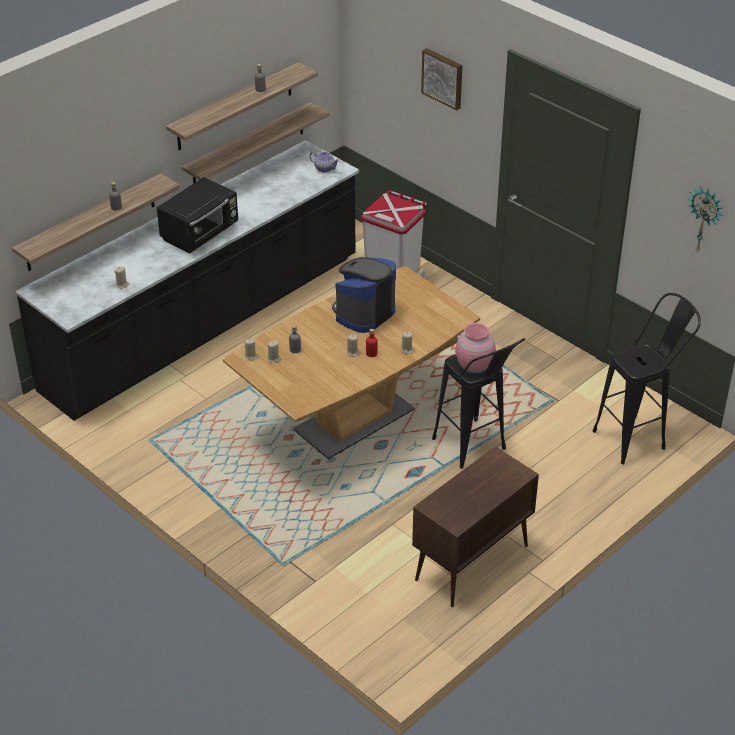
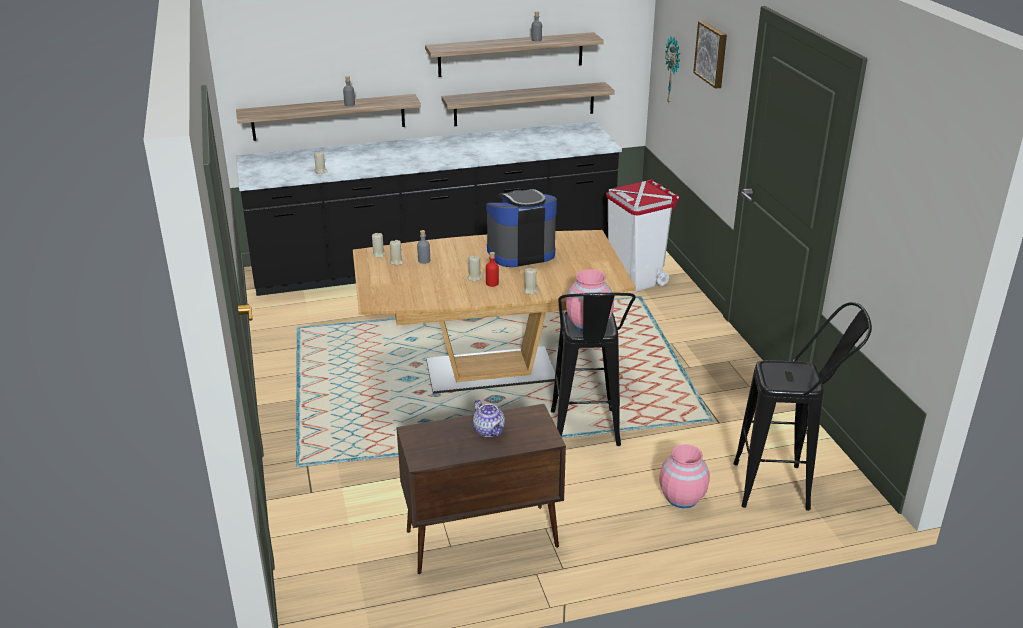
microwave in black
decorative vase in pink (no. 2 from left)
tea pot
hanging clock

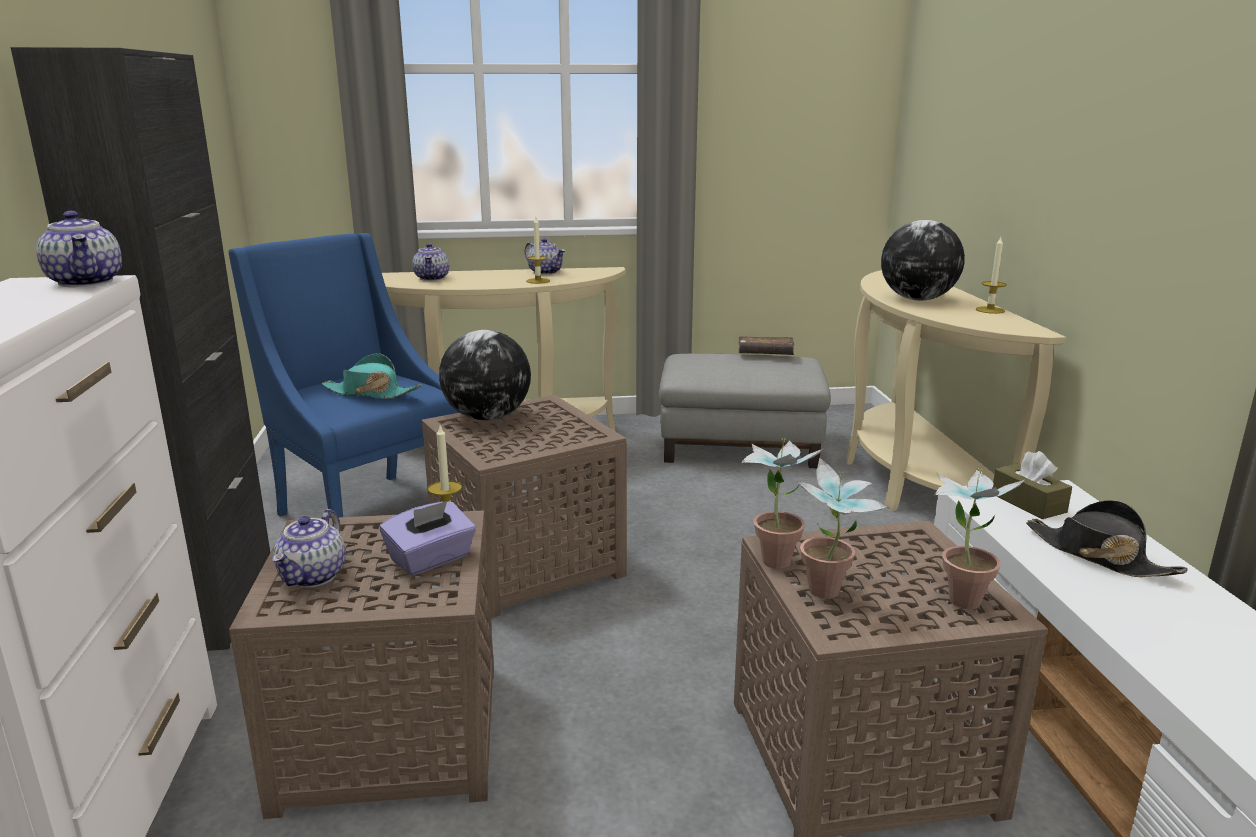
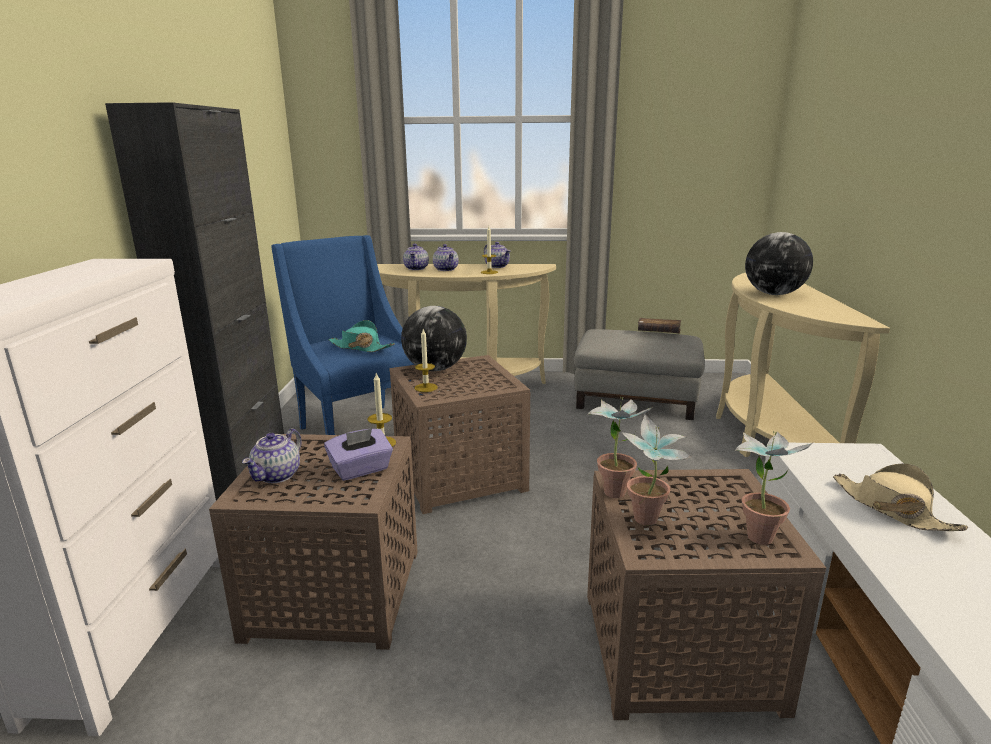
tissue holder in brownish
tea pot (no. 3 from left)
wax light (no. 2 from left)
clothing hat in sand-coloured

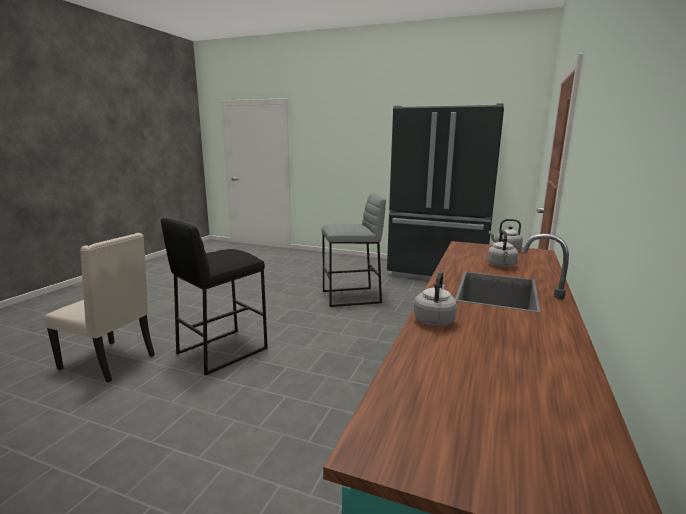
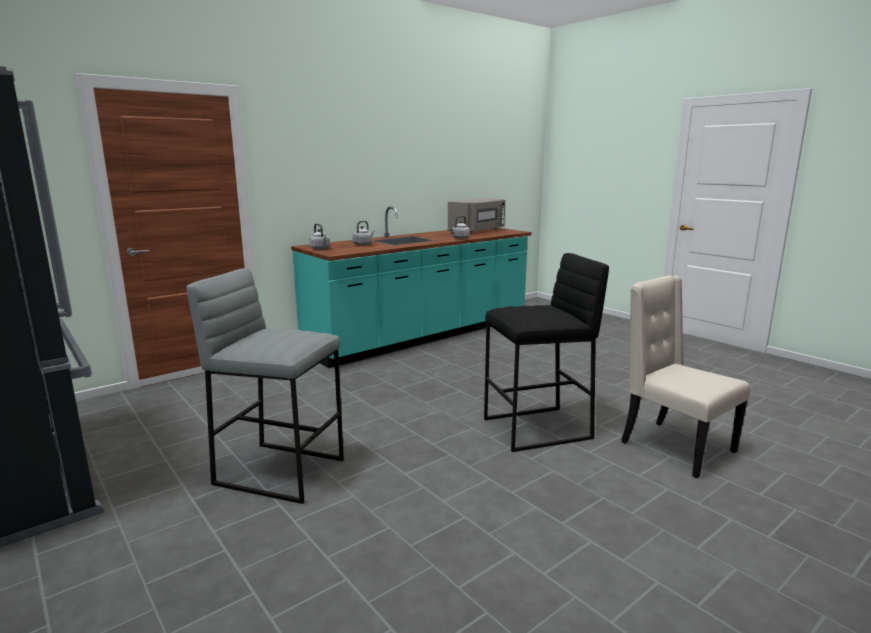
microwave in gray

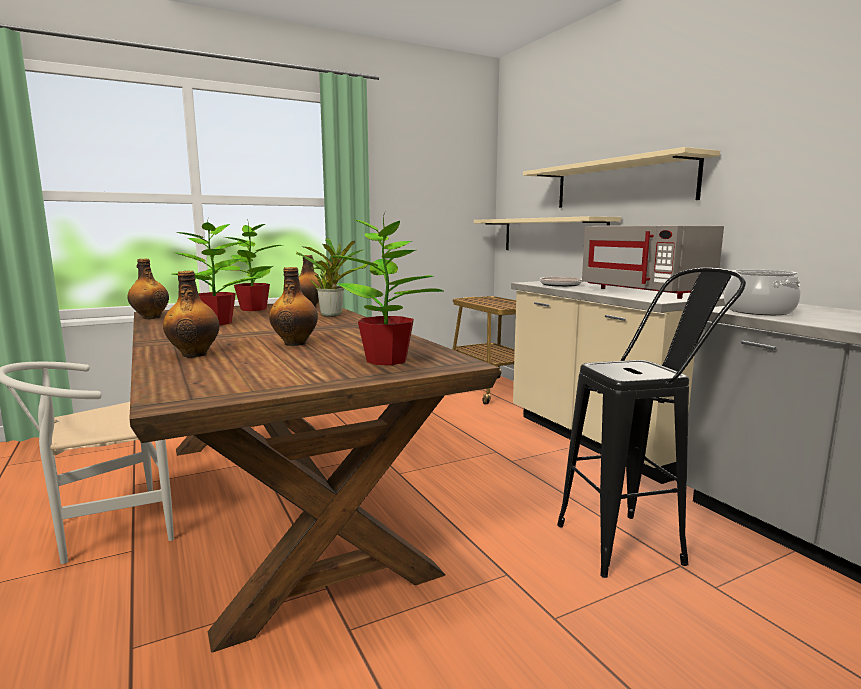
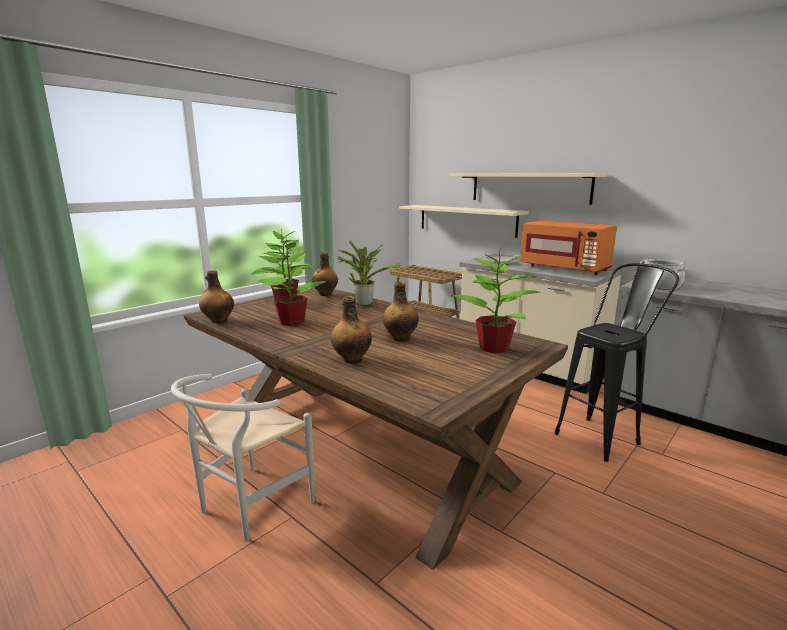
microwave in orange

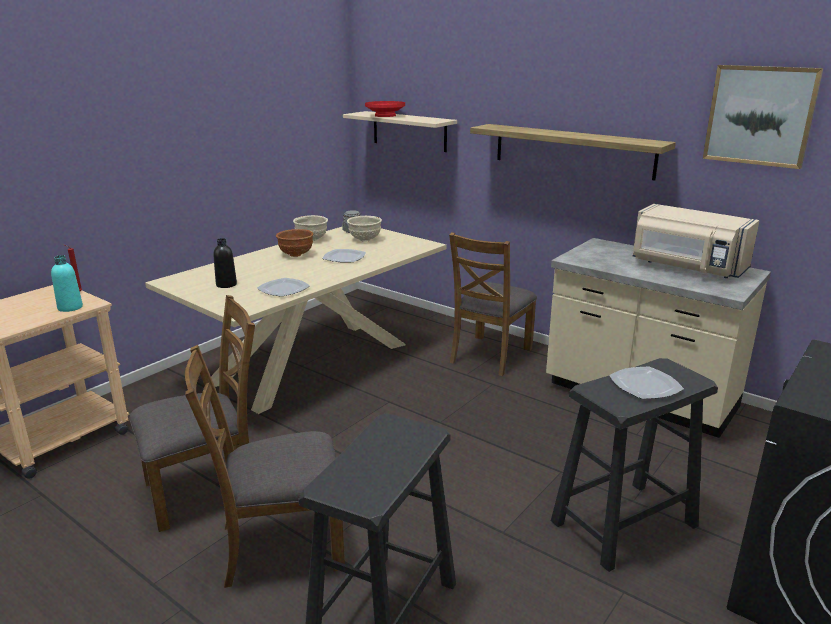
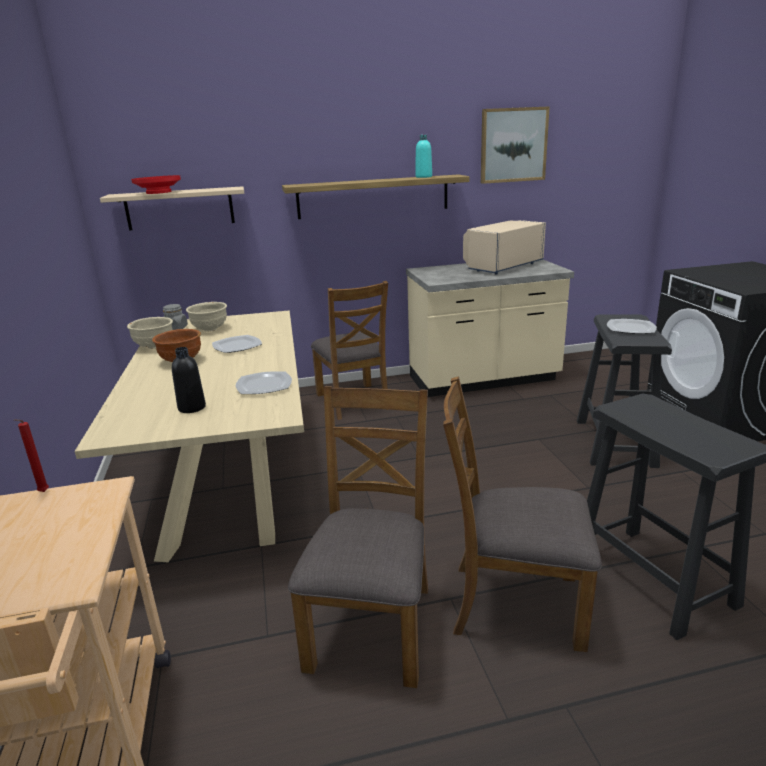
drink bottle in turquoise
chair in brownish (no. 3 from left)
microwave in sand-coloured

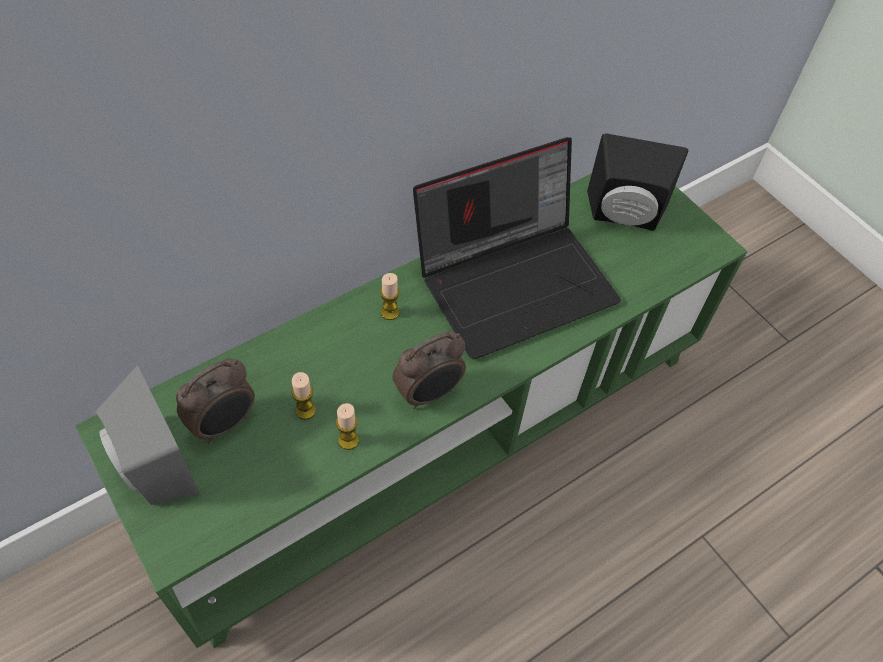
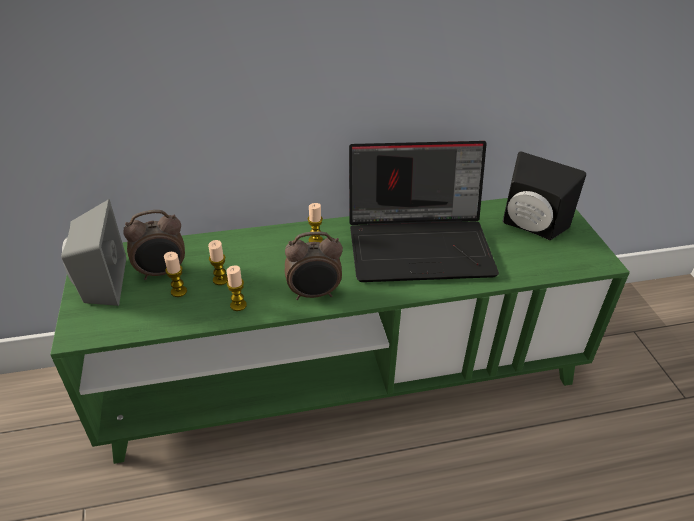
wax light (no. 1 from left)

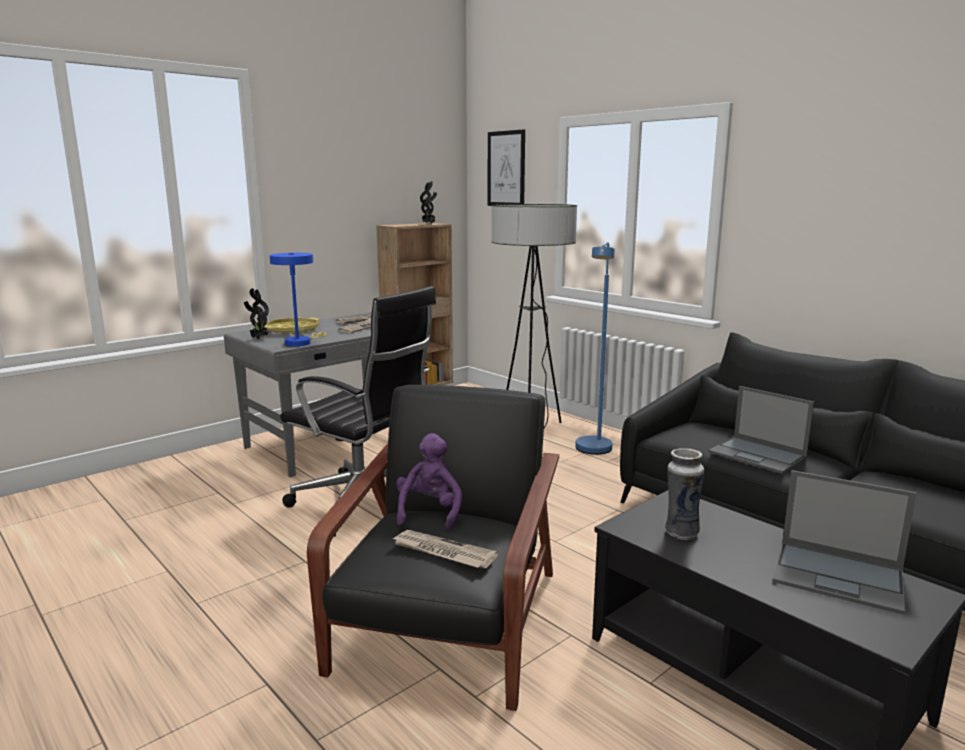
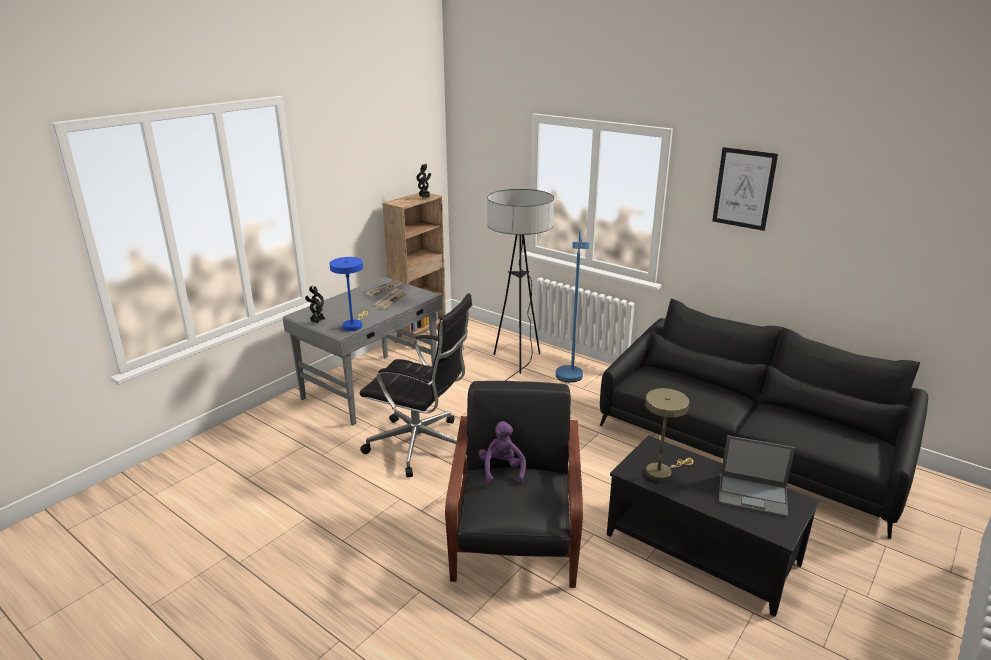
serving tray in yellow-coloured
daily paper (no. 3 from left in the first image)
notebook computer (no. 1 from left in the first image)
picture
lamp for a table in sand-coloured

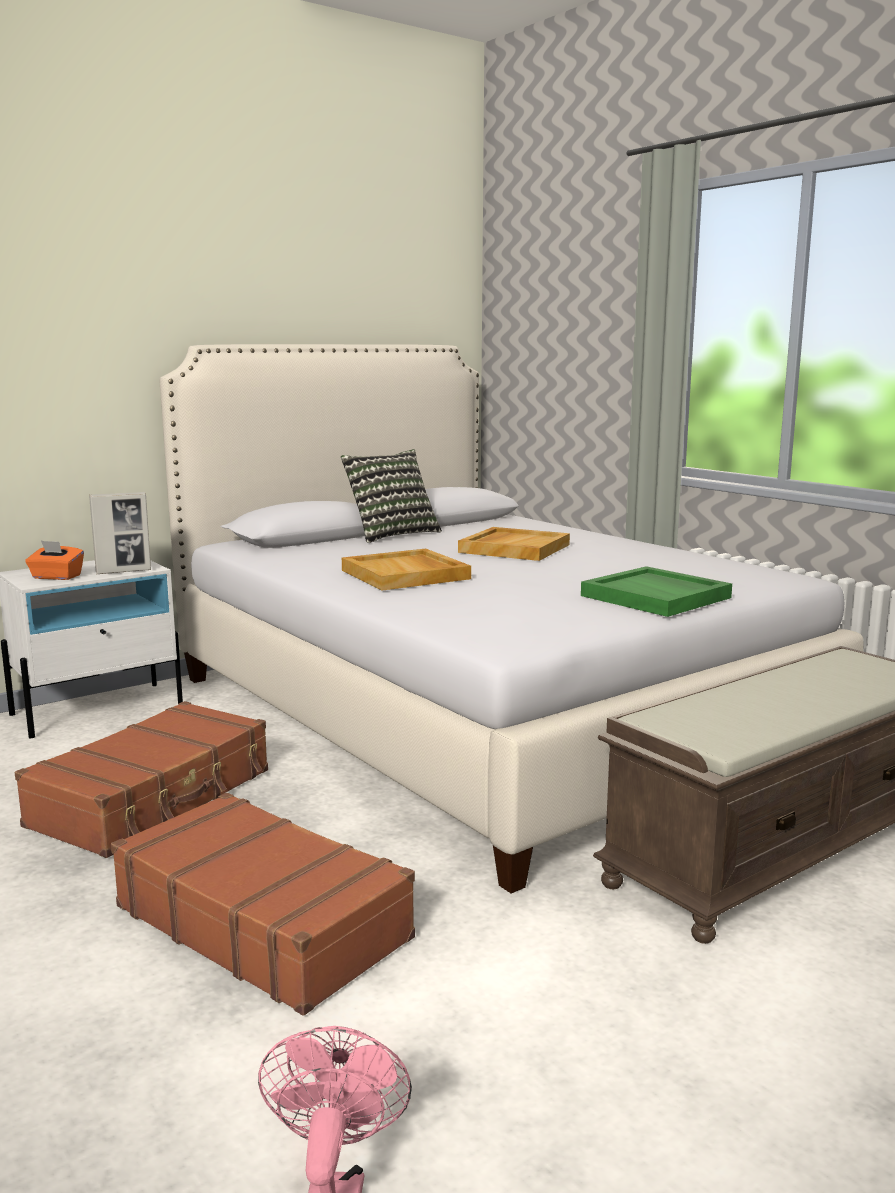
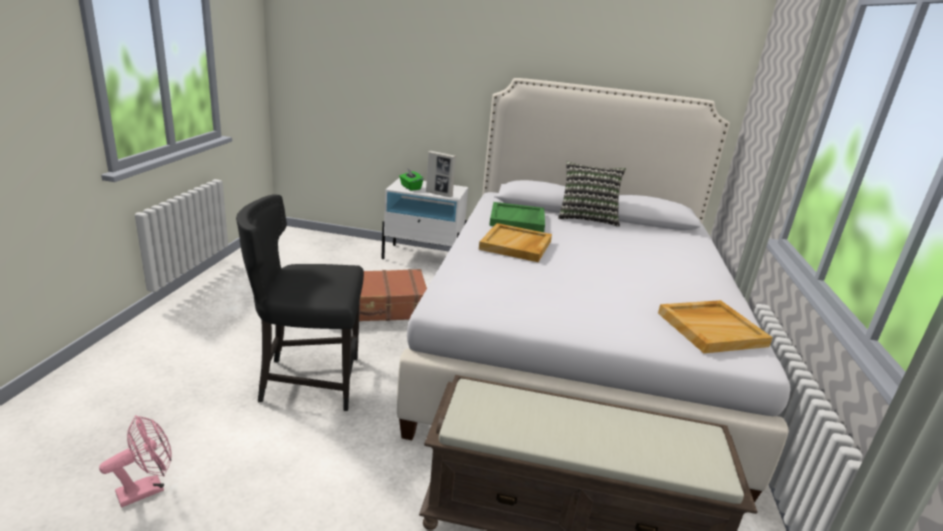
serving tray in sand-coloured (no. 2 from left)
serving tray in green-coloured
chair in black
tissue holder in green-coloured

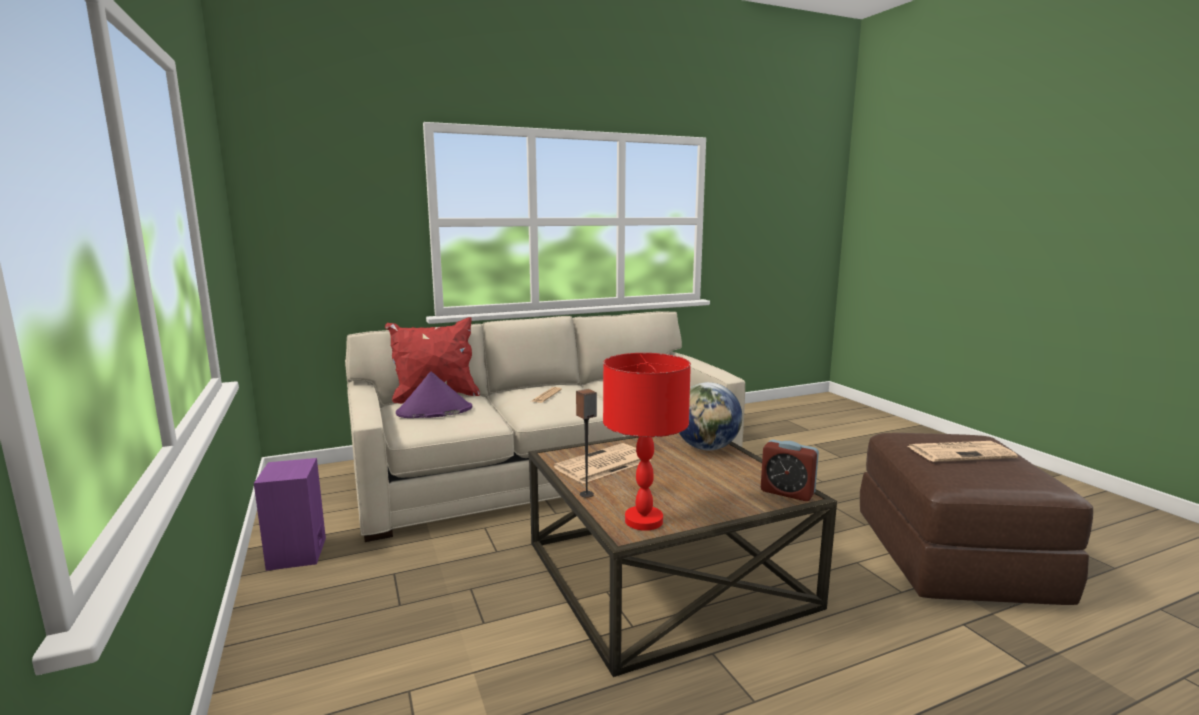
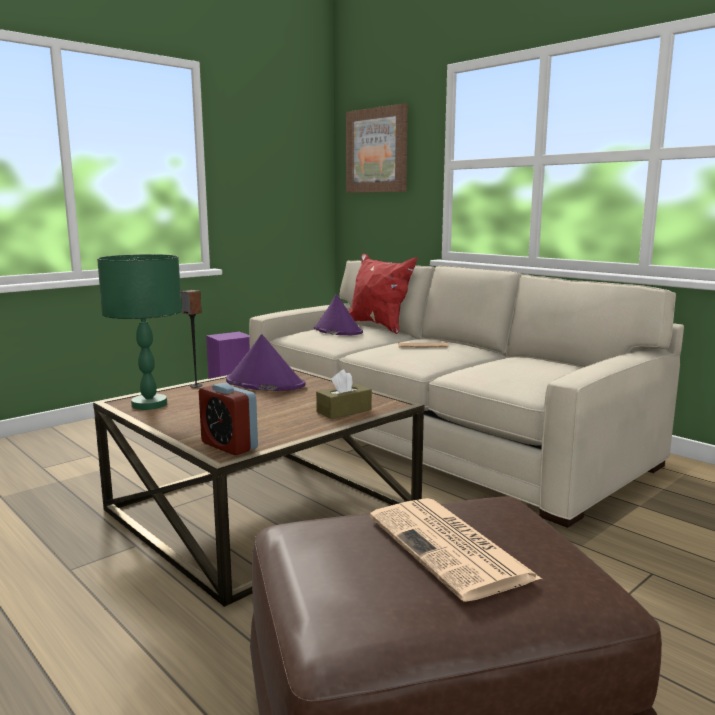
picture
clothing hat in purple-coloured (no. 1 from left)
tissue holder in brownish
lamp for a table in green-coloured
alarm clock

